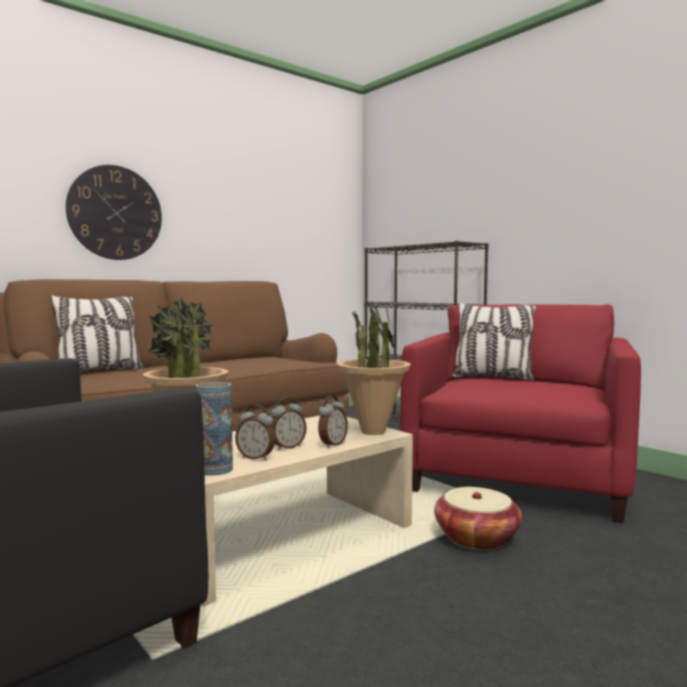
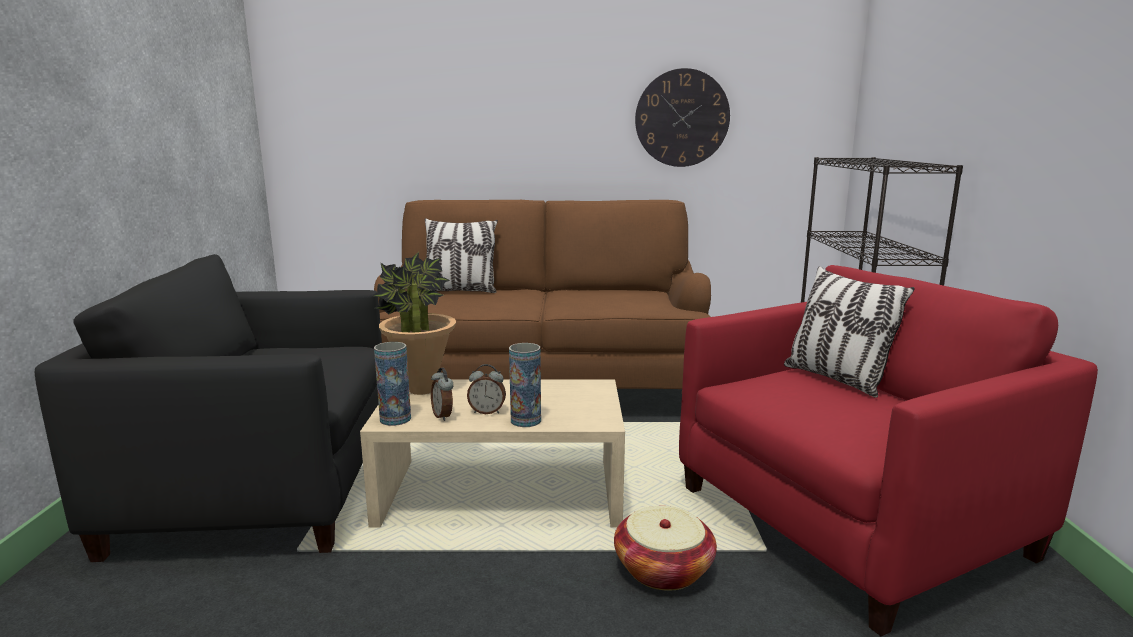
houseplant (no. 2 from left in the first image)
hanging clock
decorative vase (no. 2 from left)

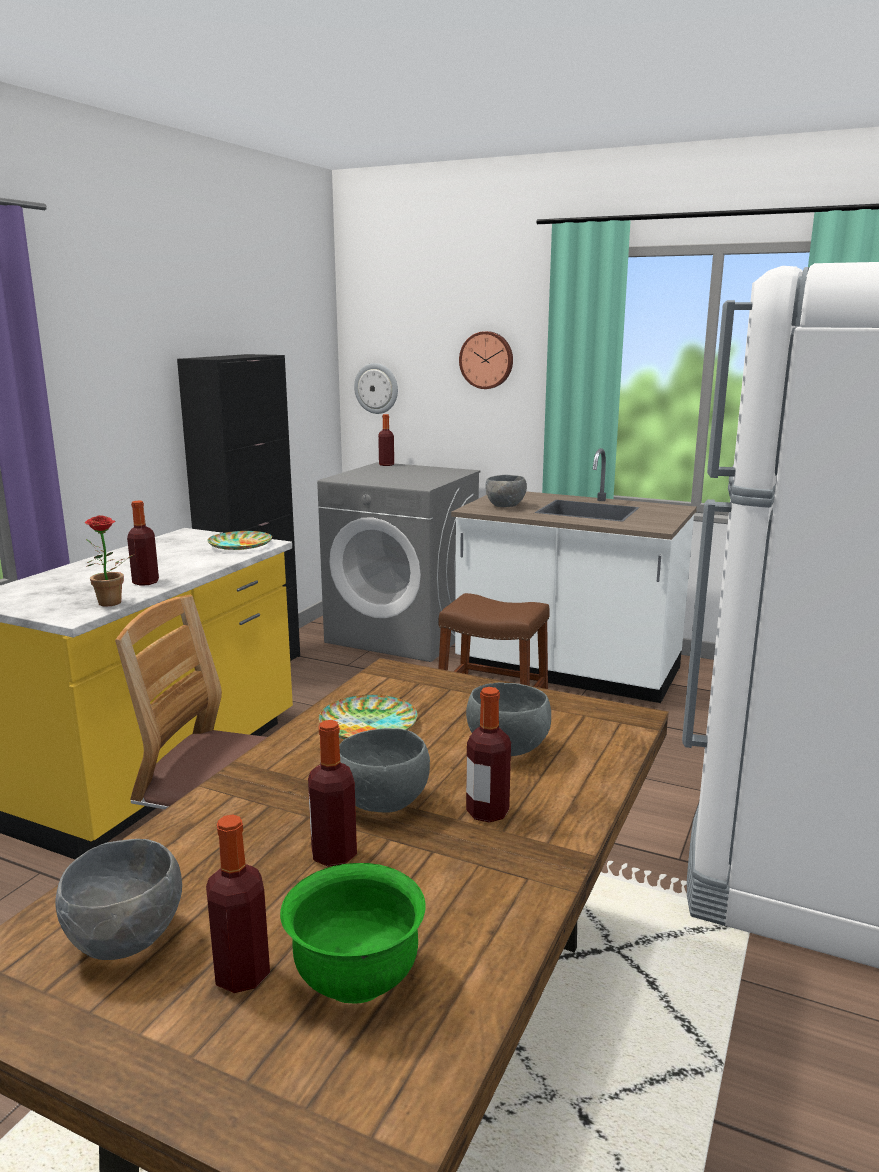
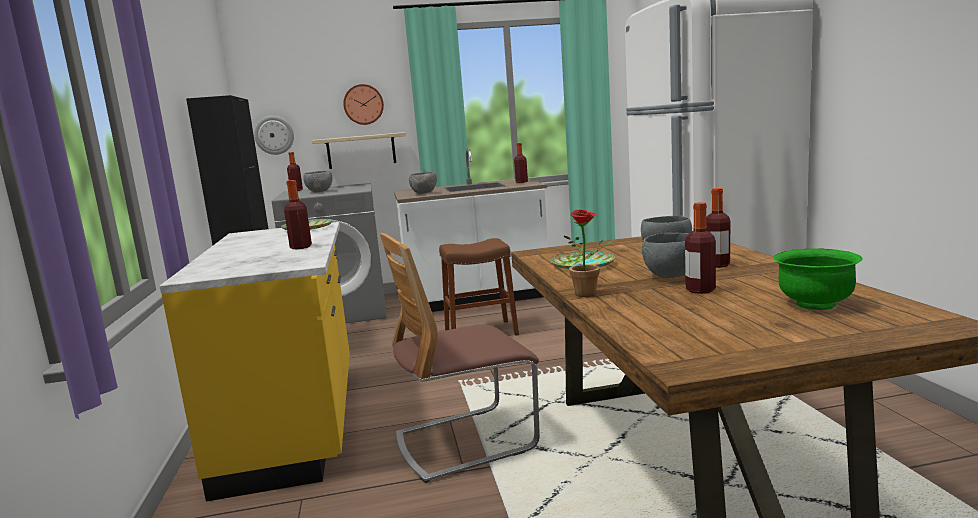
shelf
bowl in gray (no. 1 from left)
houseplant
drink bottle (no. 3 from left)

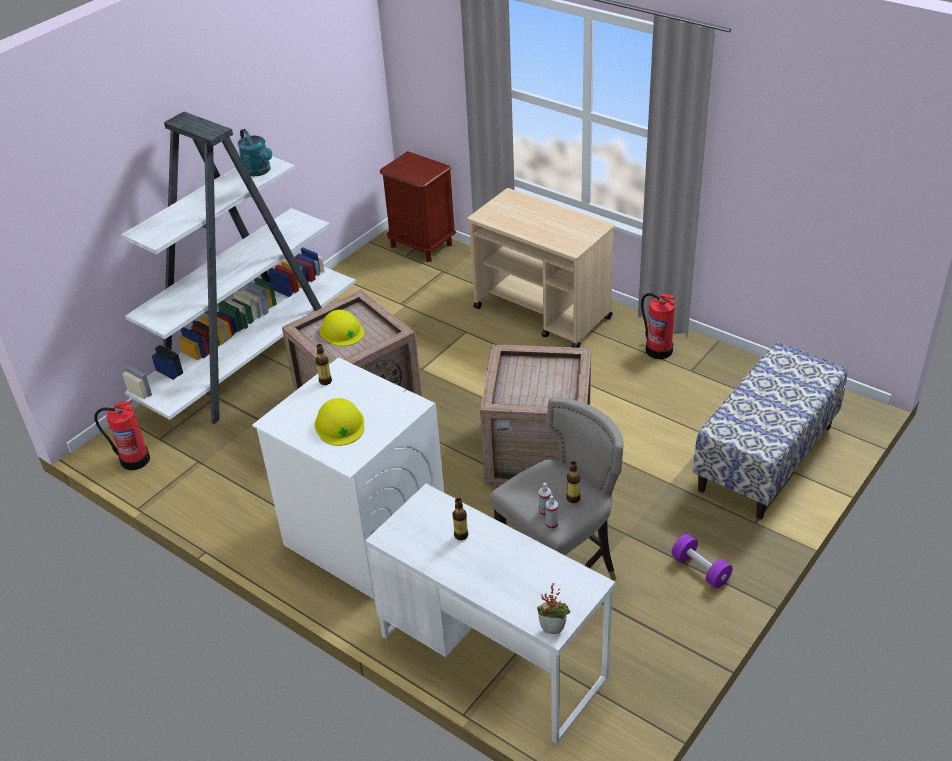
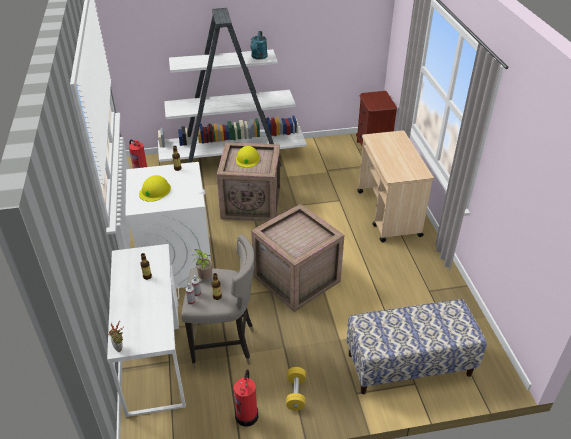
houseplant (no. 2 from left)
fire extinguisher (no. 2 from left)
free weight in yellow-coloured

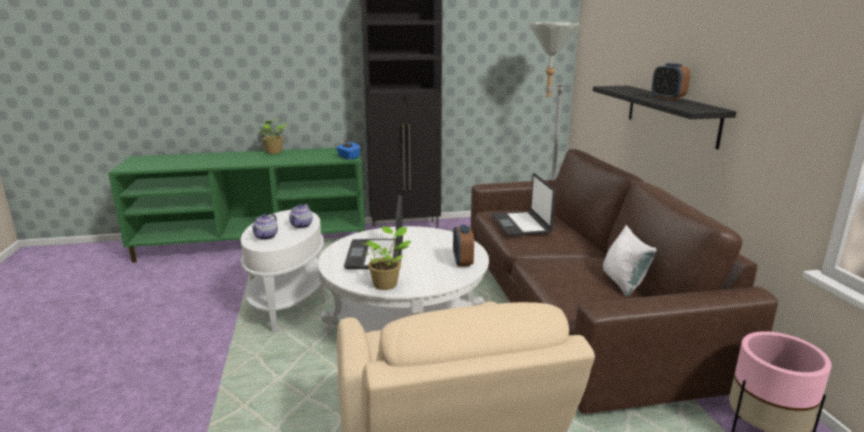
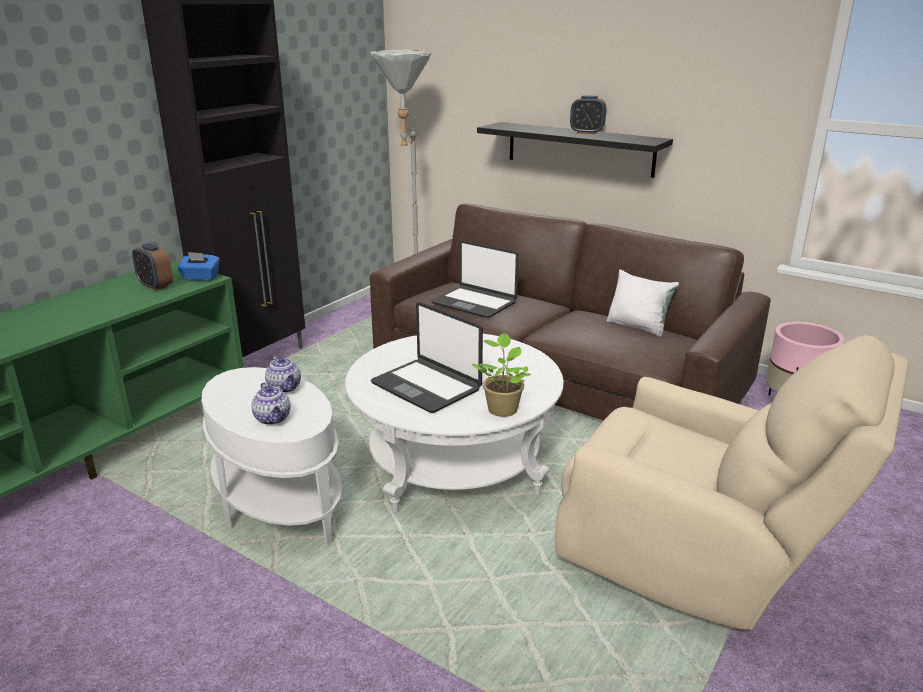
houseplant (no. 1 from left in the first image)
alarm clock (no. 1 from left)

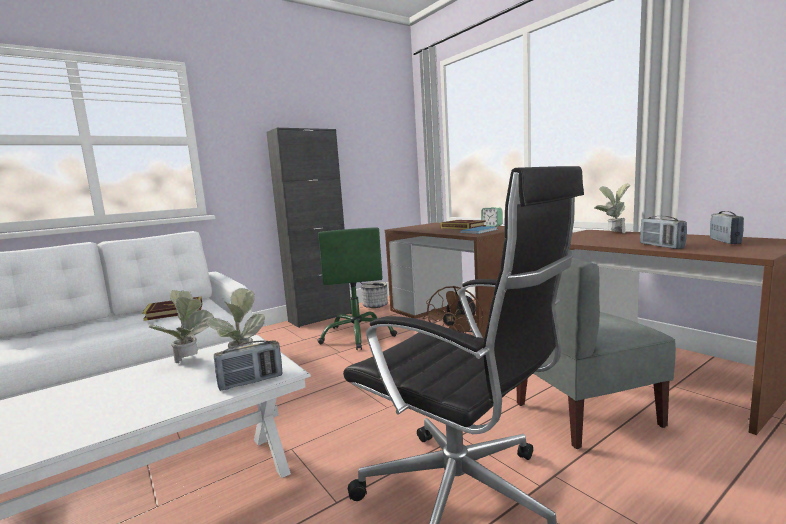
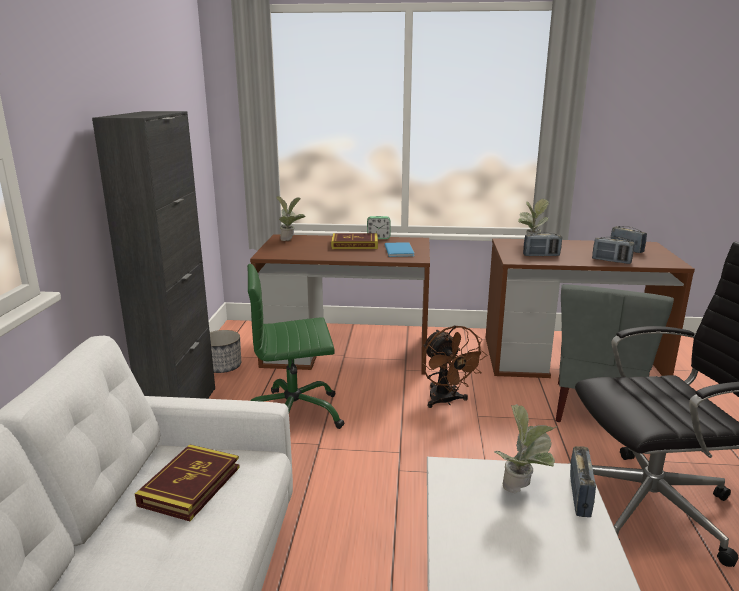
radio set (no. 1 from left)
houseplant (no. 1 from left)
office chair in green-coloured

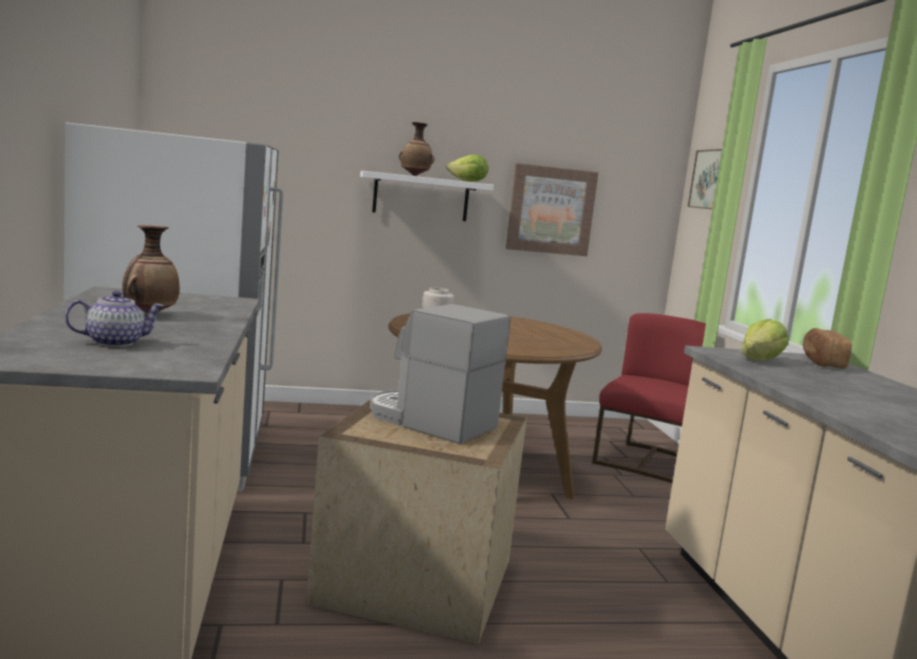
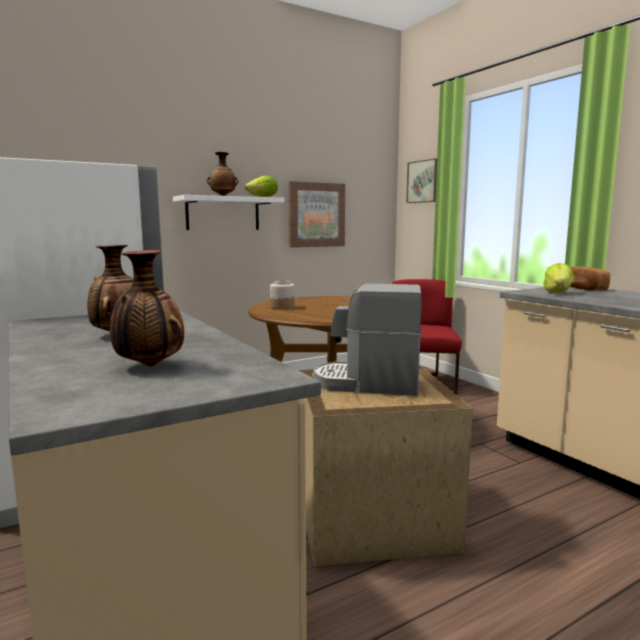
decorative vase (no. 2 from left)

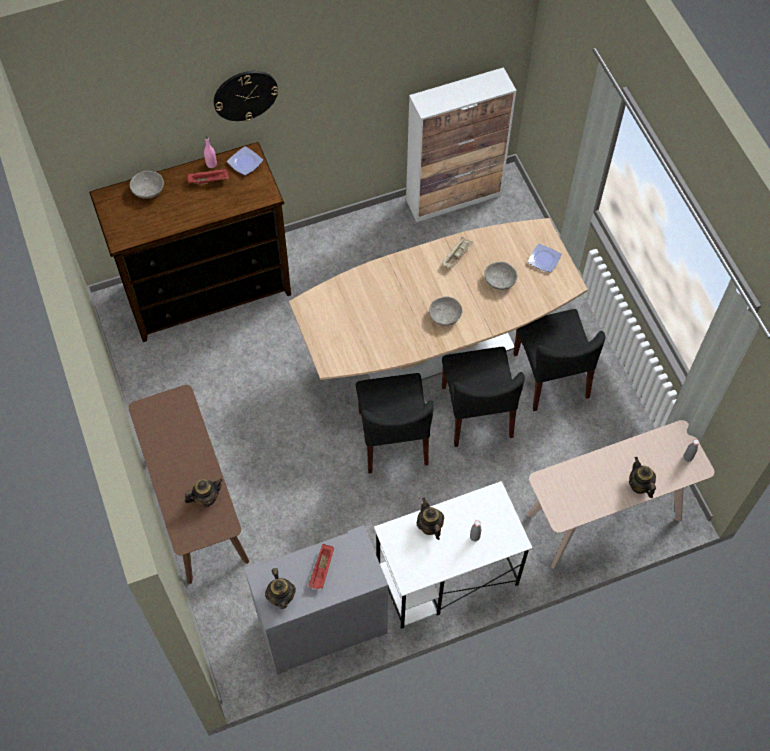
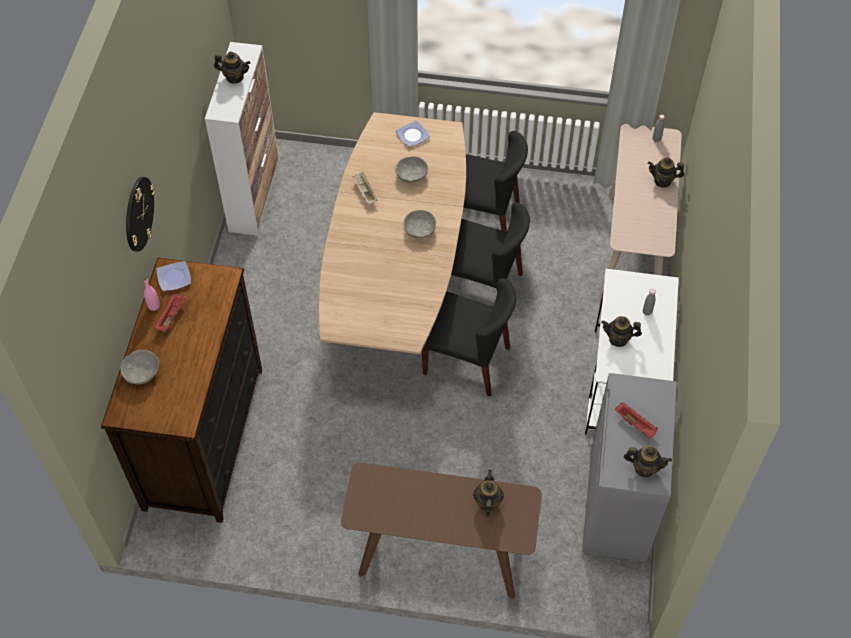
tea pot (no. 1 from left)

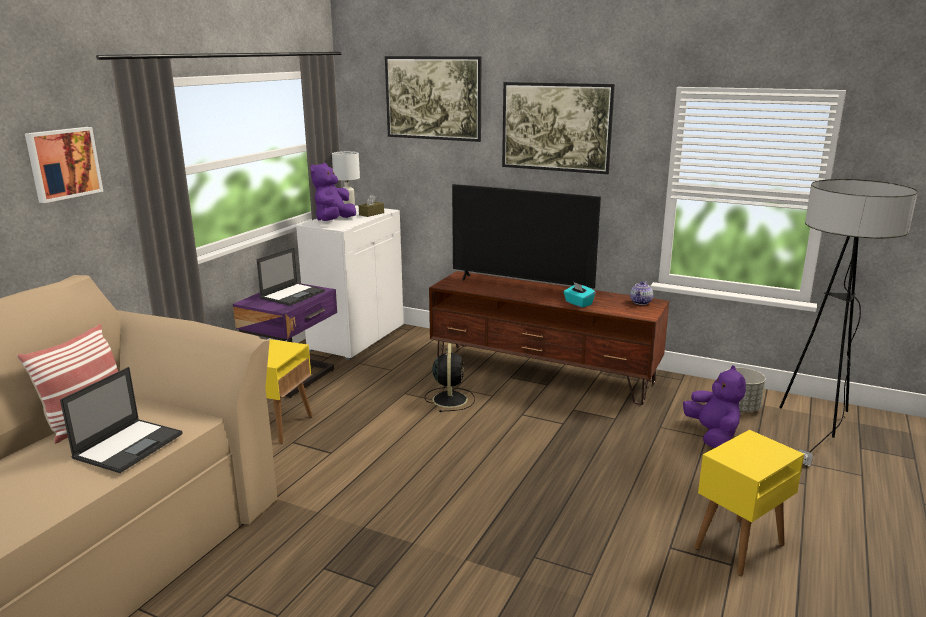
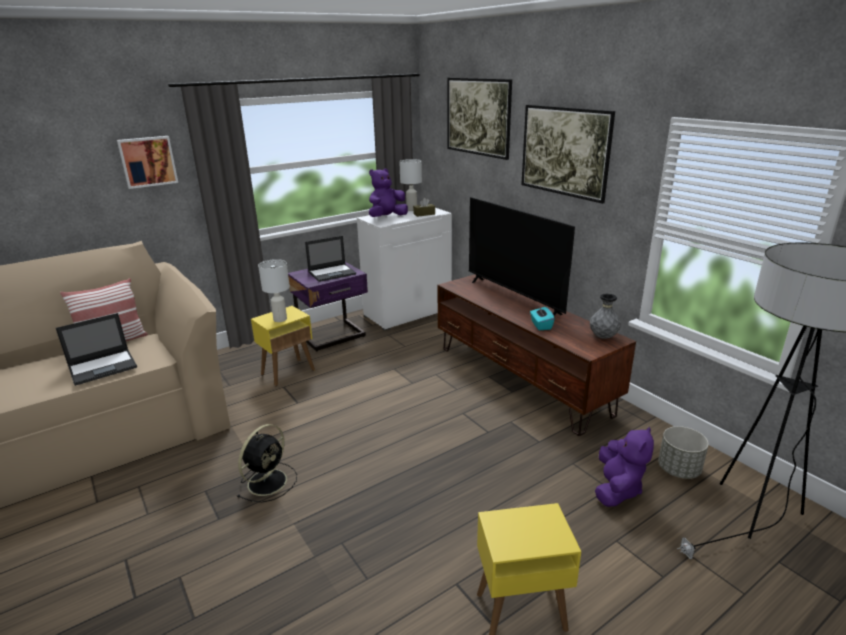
lamp for a table in white-coloured (no. 1 from left)
electric fan in black
decorative vase in gray

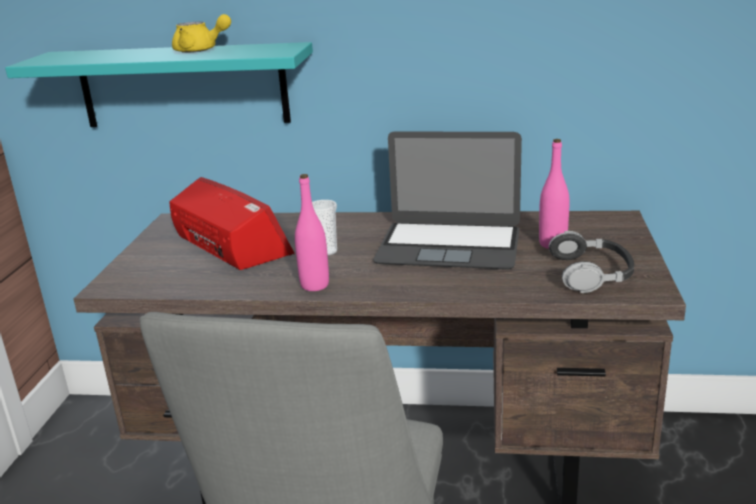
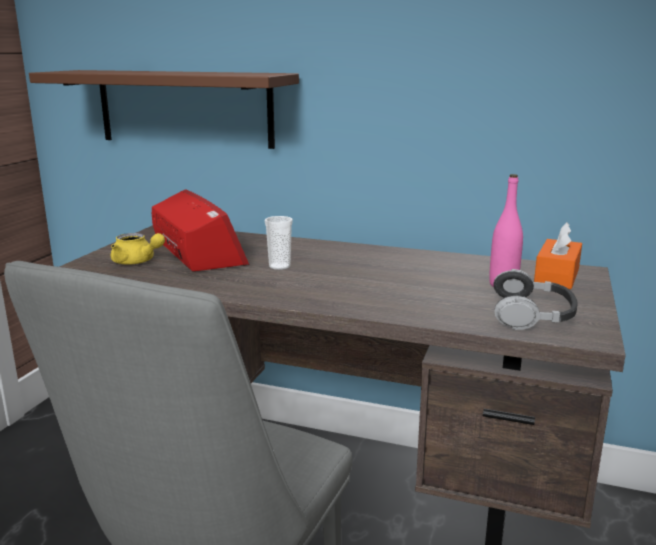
drink bottle in pink (no. 1 from left in the first image)
notebook computer
tissue holder in orange
tea pot in yellow-coloured
shelf in brownish

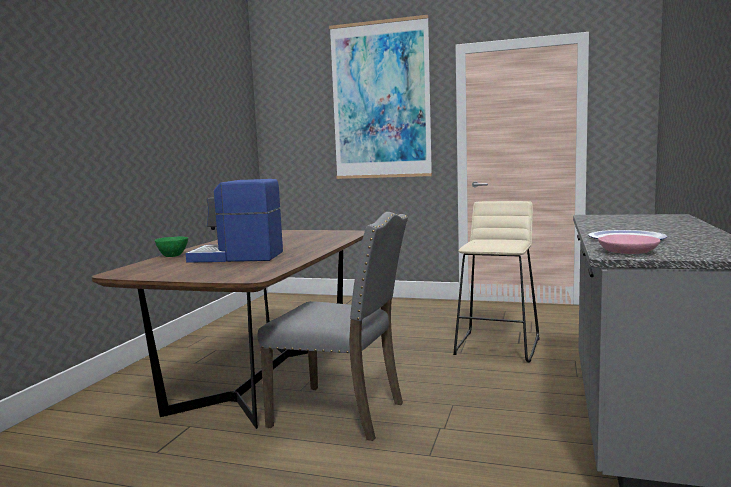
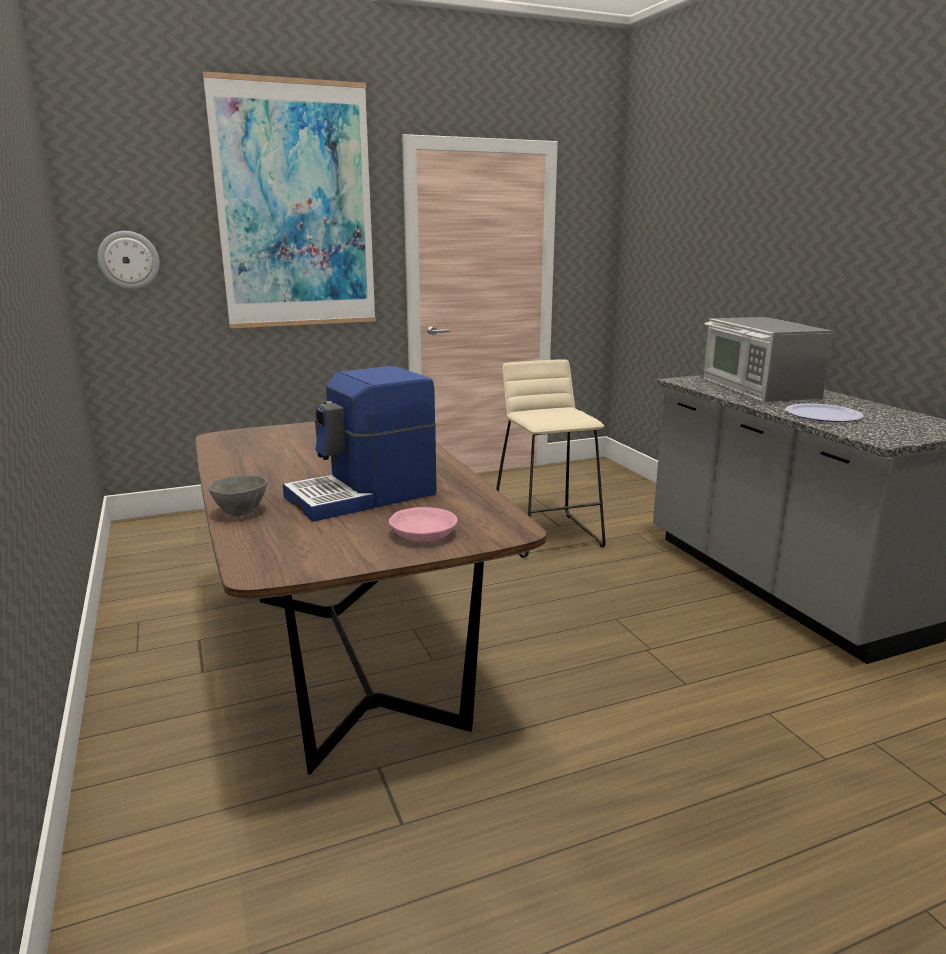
chair in gray
hanging clock
microwave
bowl in pink
bowl in gray

